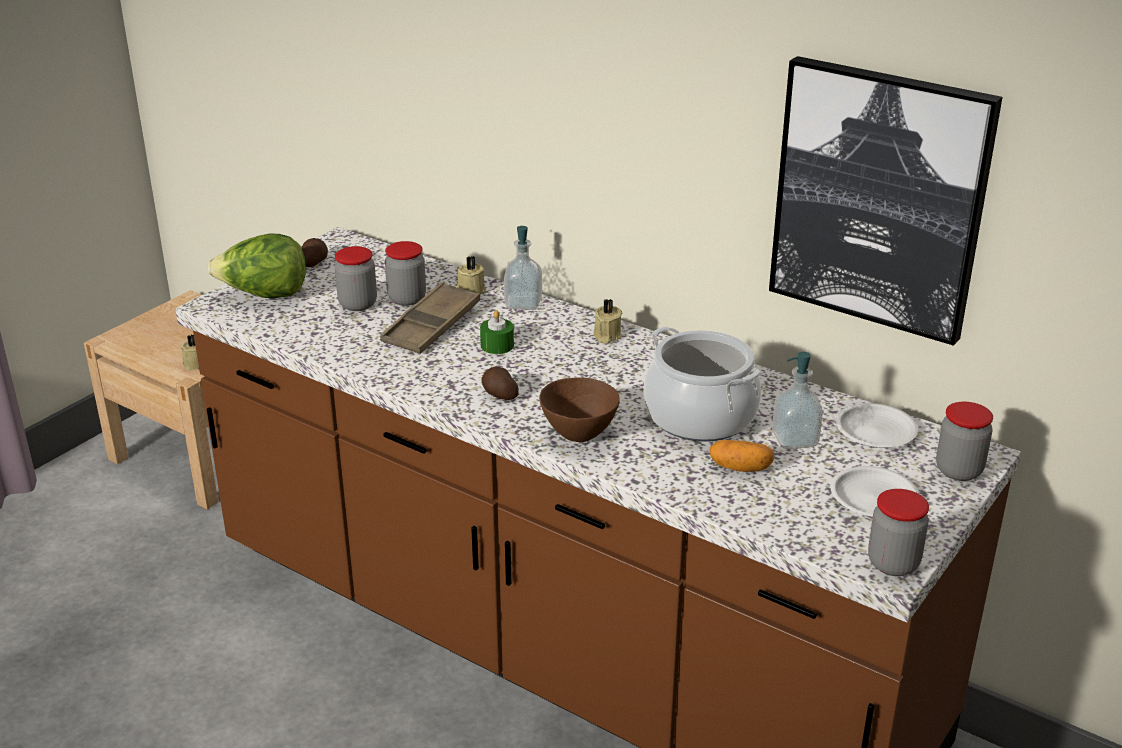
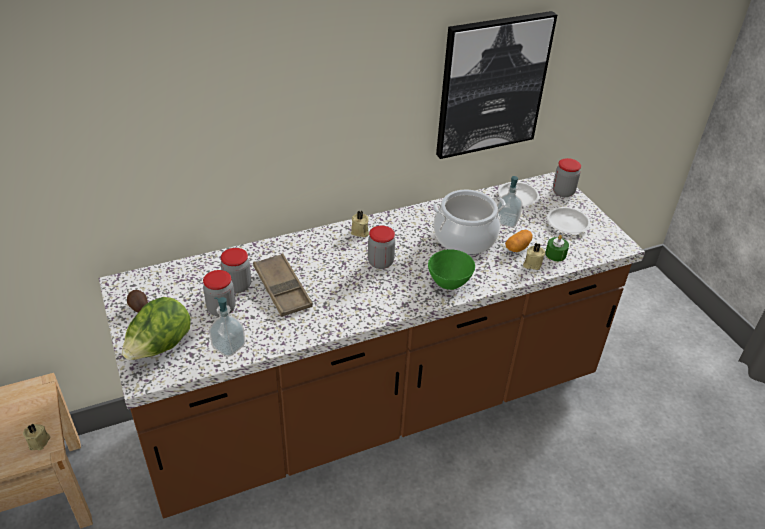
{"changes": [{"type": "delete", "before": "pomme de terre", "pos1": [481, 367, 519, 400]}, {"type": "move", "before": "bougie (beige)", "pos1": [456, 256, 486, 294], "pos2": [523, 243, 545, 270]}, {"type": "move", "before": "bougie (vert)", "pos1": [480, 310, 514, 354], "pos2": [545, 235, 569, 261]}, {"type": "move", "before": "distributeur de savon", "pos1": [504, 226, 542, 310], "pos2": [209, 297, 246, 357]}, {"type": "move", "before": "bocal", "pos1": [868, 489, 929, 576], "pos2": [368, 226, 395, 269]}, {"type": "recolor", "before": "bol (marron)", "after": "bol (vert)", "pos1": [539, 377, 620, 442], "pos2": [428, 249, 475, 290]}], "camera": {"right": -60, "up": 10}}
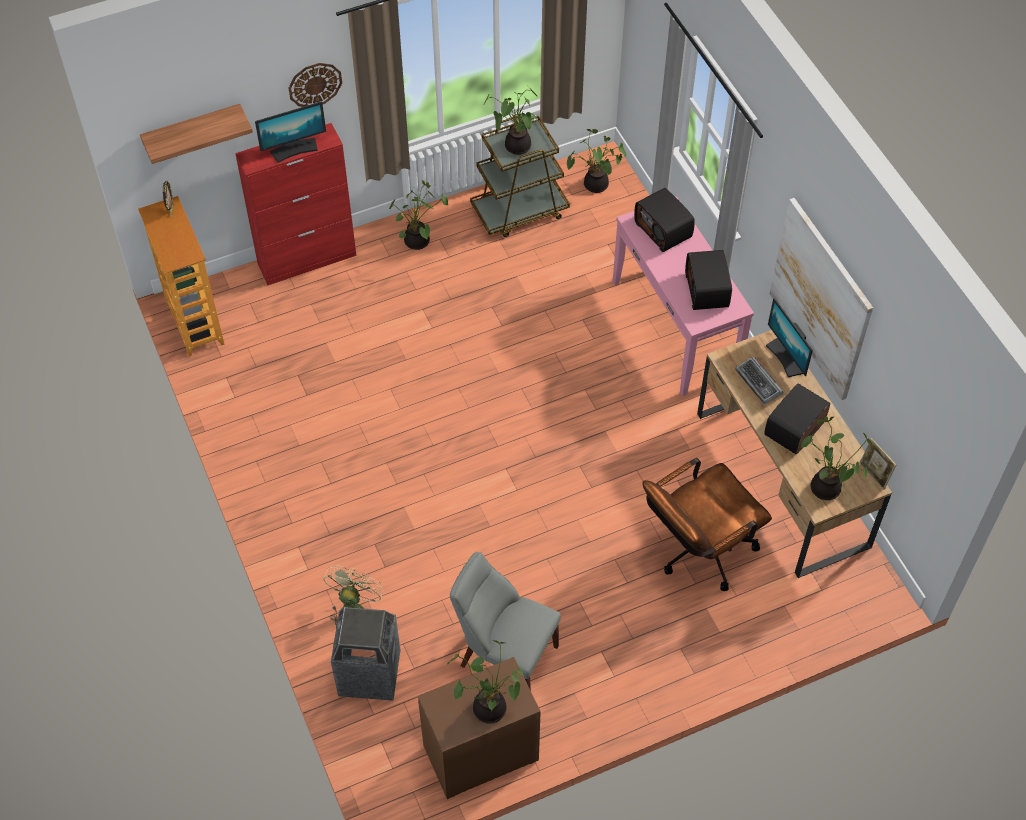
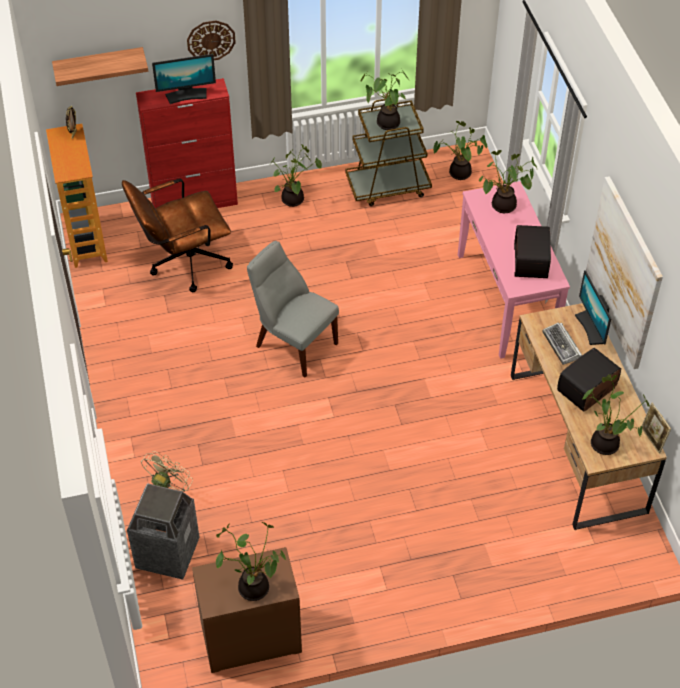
{"changes": [{"type": "move", "before": "chaise (gris)", "pos1": [450, 552, 561, 691], "pos2": [247, 241, 339, 377]}, {"type": "move", "before": "chaise de bureau (marron)", "pos1": [643, 458, 772, 591], "pos2": [122, 178, 233, 292]}, {"type": "replace", "before": "radio", "after": "plante en pot", "pos1": [634, 188, 695, 252], "pos2": [479, 150, 537, 213]}], "camera": {"right": 10, "up": -5}}
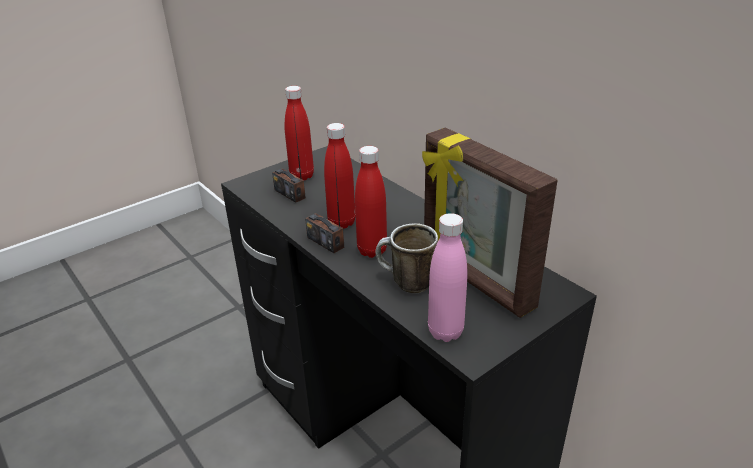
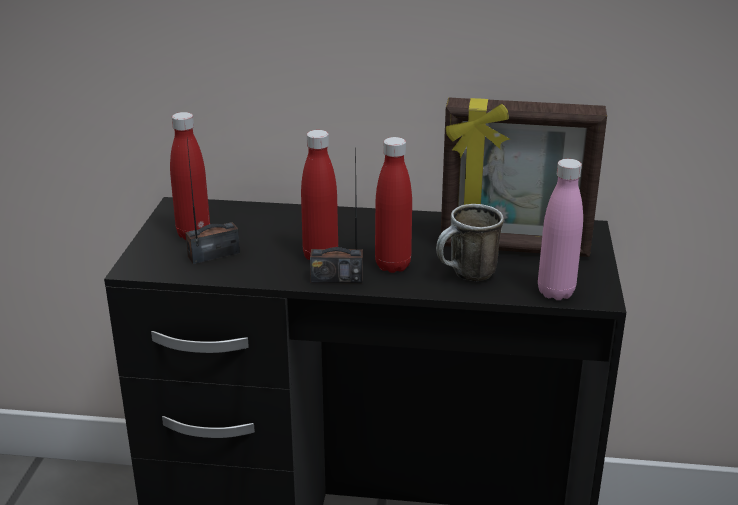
{"changes": [{"type": "rotate", "before": "radio", "pos1": [272, 106, 306, 203], "pos2": [185, 140, 240, 264], "turn": 150}], "camera": {"right": -45, "up": -5}}
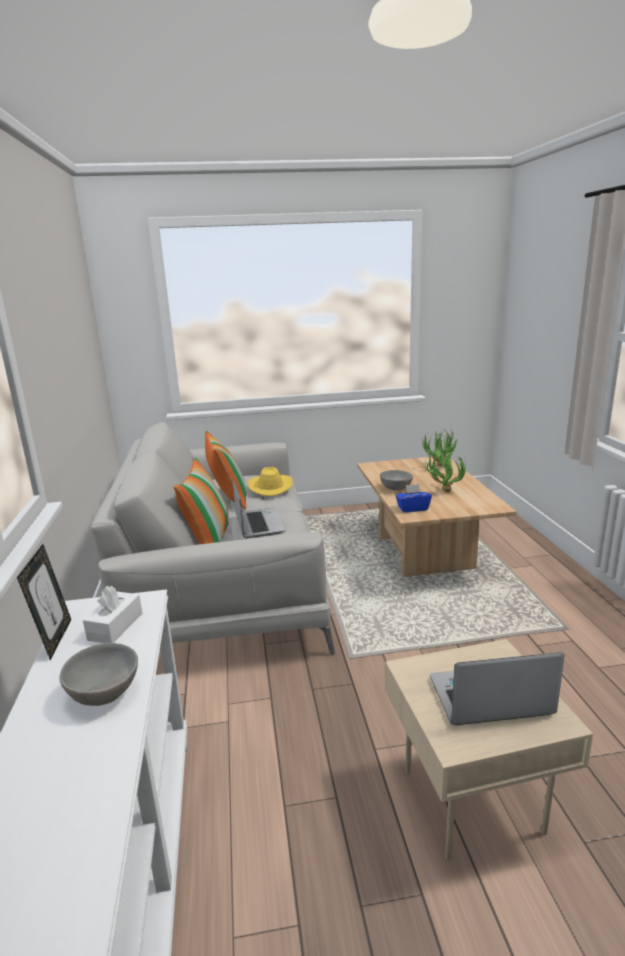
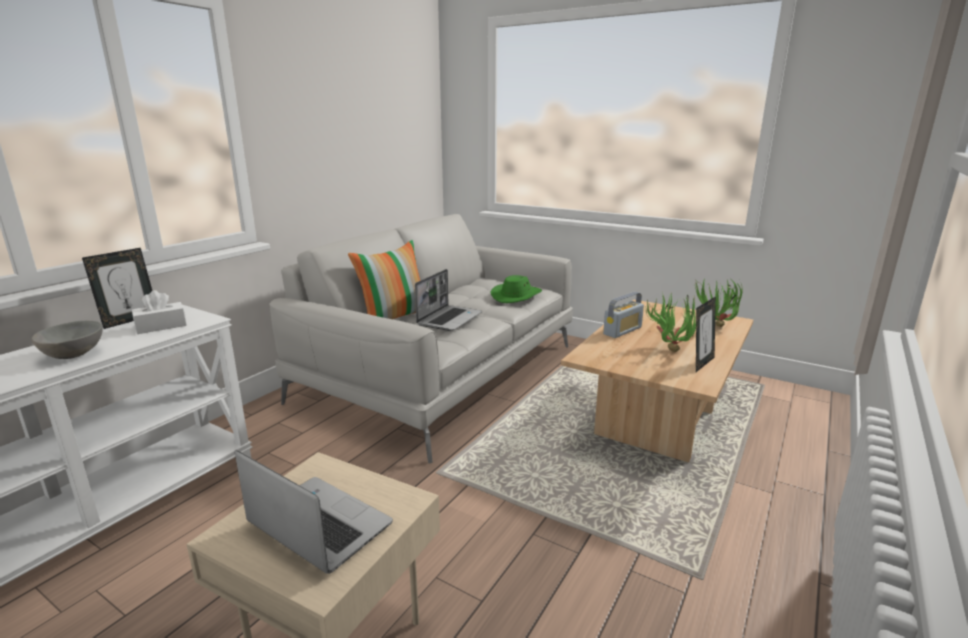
{"changes": [{"type": "delete", "before": "coussin", "pos1": [205, 431, 246, 509]}, {"type": "delete", "before": "boîte à mouchoirs (bleu)", "pos1": [396, 484, 432, 513]}, {"type": "insert", "after": "cadre photo", "pos2": [696, 296, 716, 372]}, {"type": "replace", "before": "bol (gris)", "after": "radio", "pos1": [380, 470, 413, 490], "pos2": [603, 292, 644, 338]}, {"type": "recolor", "before": "chapeau (jaune)", "after": "chapeau (vert)", "pos1": [248, 467, 293, 496], "pos2": [491, 275, 542, 303]}], "camera": {"right": 40, "up": 0}}
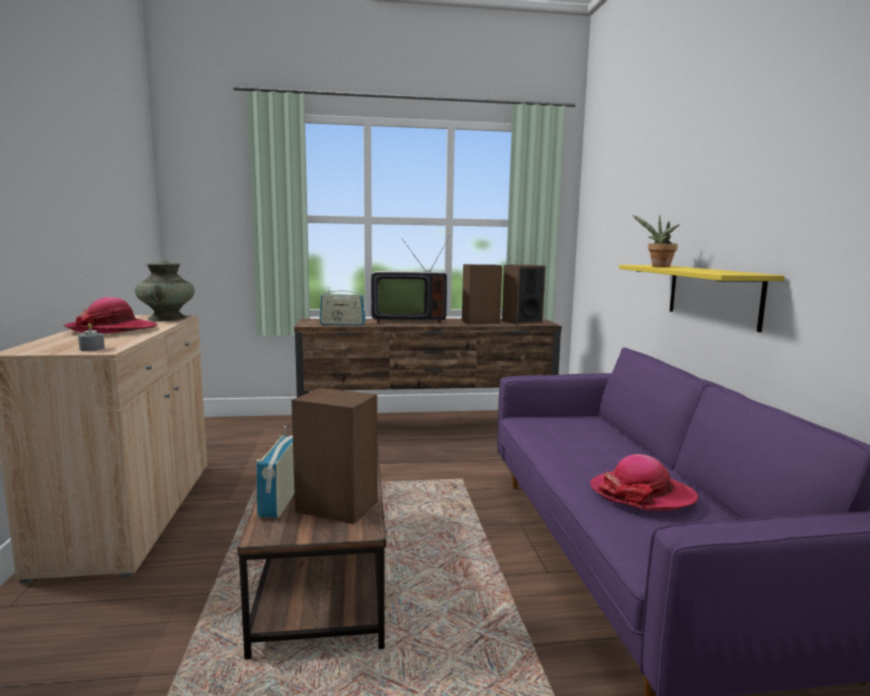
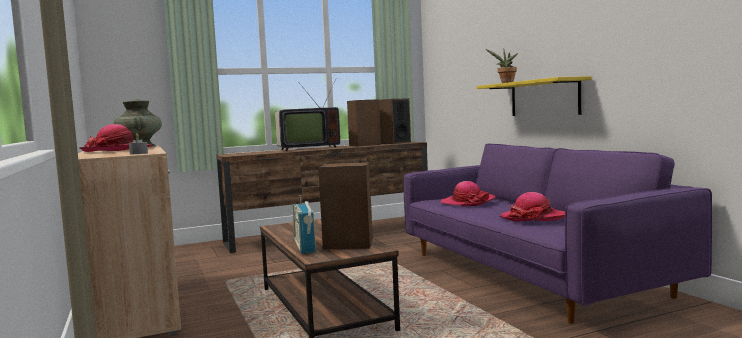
{"changes": [{"type": "delete", "before": "radio", "pos1": [320, 287, 365, 325]}, {"type": "insert", "after": "chapeau", "pos2": [440, 181, 496, 206]}], "camera": {"right": -15, "up": -5}}
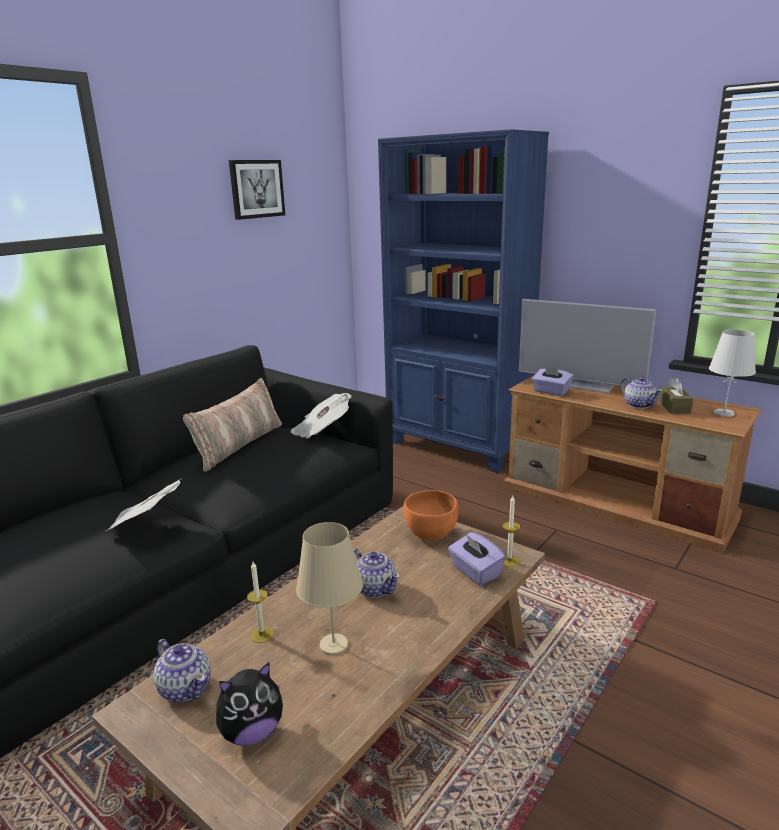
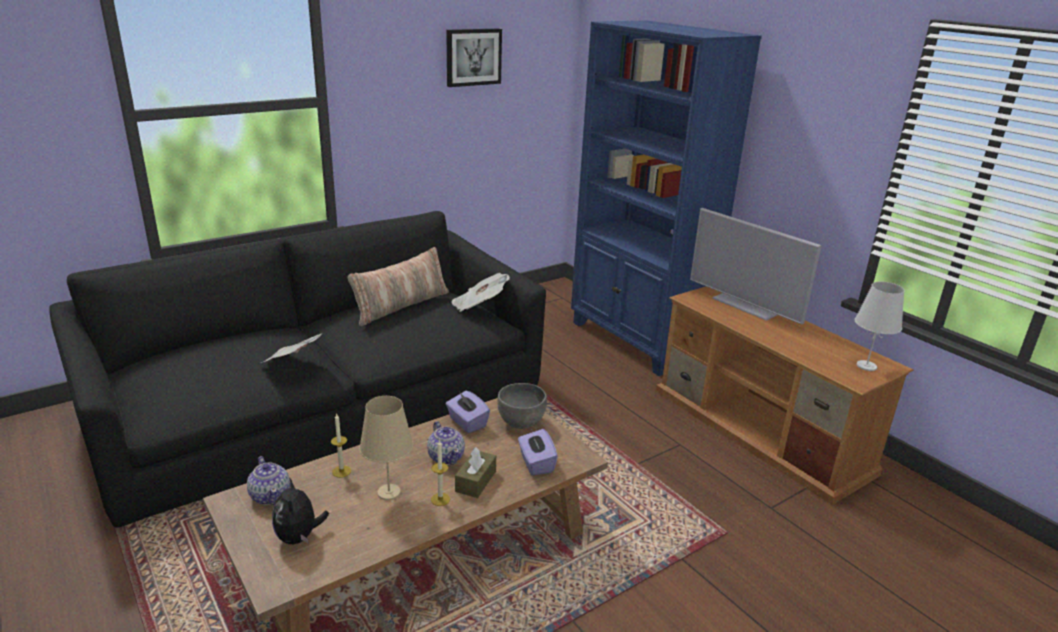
{"changes": [{"type": "delete", "before": "théière", "pos1": [620, 377, 663, 409]}, {"type": "move", "before": "bougie", "pos1": [503, 496, 520, 567], "pos2": [431, 439, 450, 506]}, {"type": "move", "before": "boîte à mouchoirs (violet)", "pos1": [532, 365, 573, 396], "pos2": [446, 391, 490, 433]}, {"type": "move", "before": "boîte à mouchoirs (marron)", "pos1": [658, 377, 693, 414], "pos2": [455, 447, 496, 498]}, {"type": "recolor", "before": "bol (orange)", "after": "bol (gris)", "pos1": [403, 490, 459, 541], "pos2": [497, 383, 547, 429]}, {"type": "rotate", "before": "peluche", "pos1": [216, 662, 283, 746], "pos2": [272, 477, 329, 544], "turn": 90}], "camera": {"right": 15, "up": 5}}
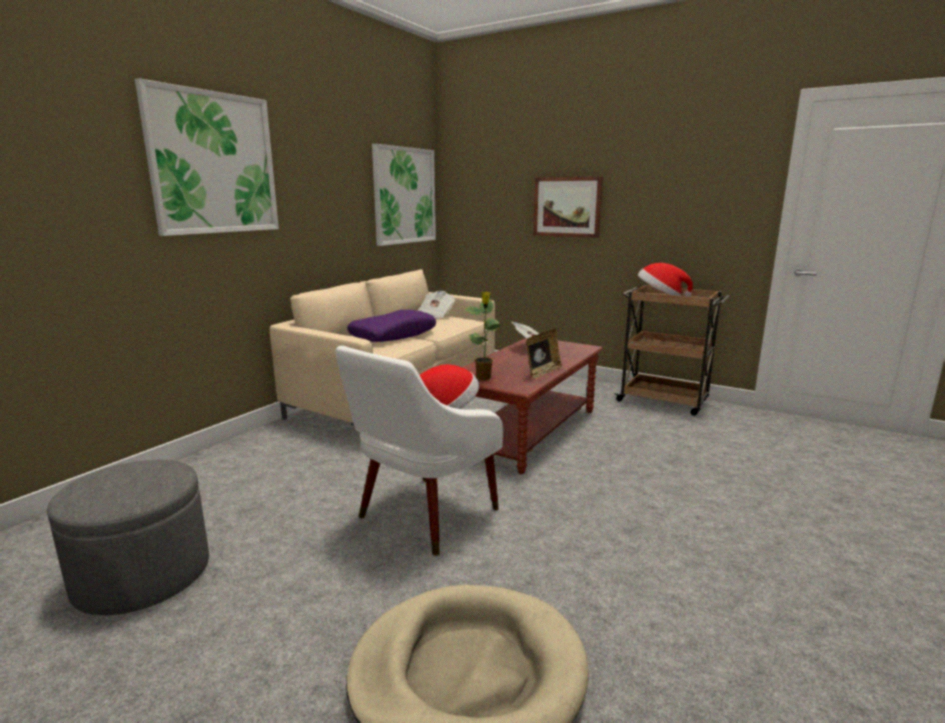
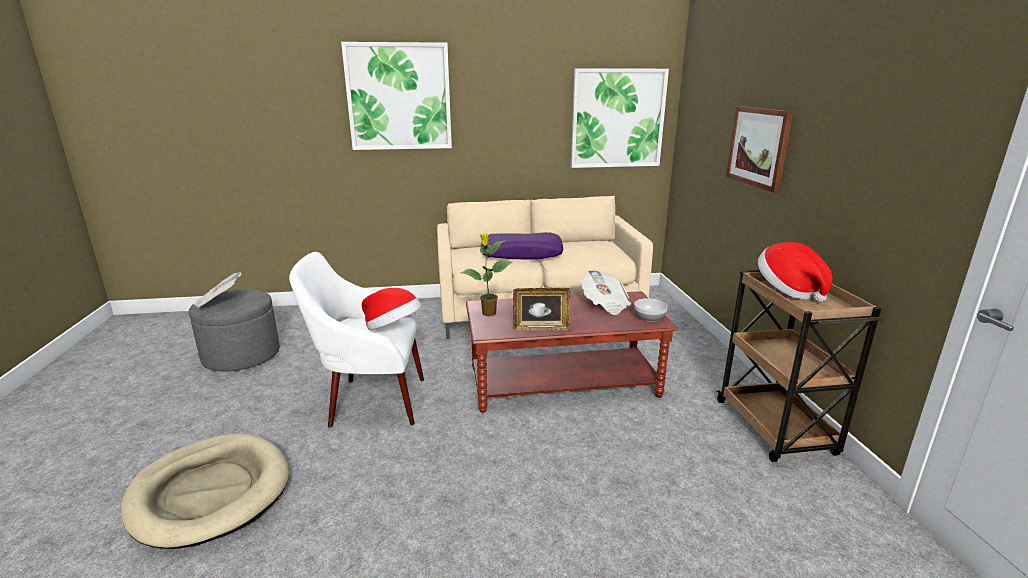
{"changes": [{"type": "insert", "after": "bol", "pos2": [634, 298, 668, 322]}, {"type": "move", "before": "journal", "pos1": [418, 291, 455, 319], "pos2": [193, 272, 241, 308]}], "camera": {"right": 50, "up": 5}}
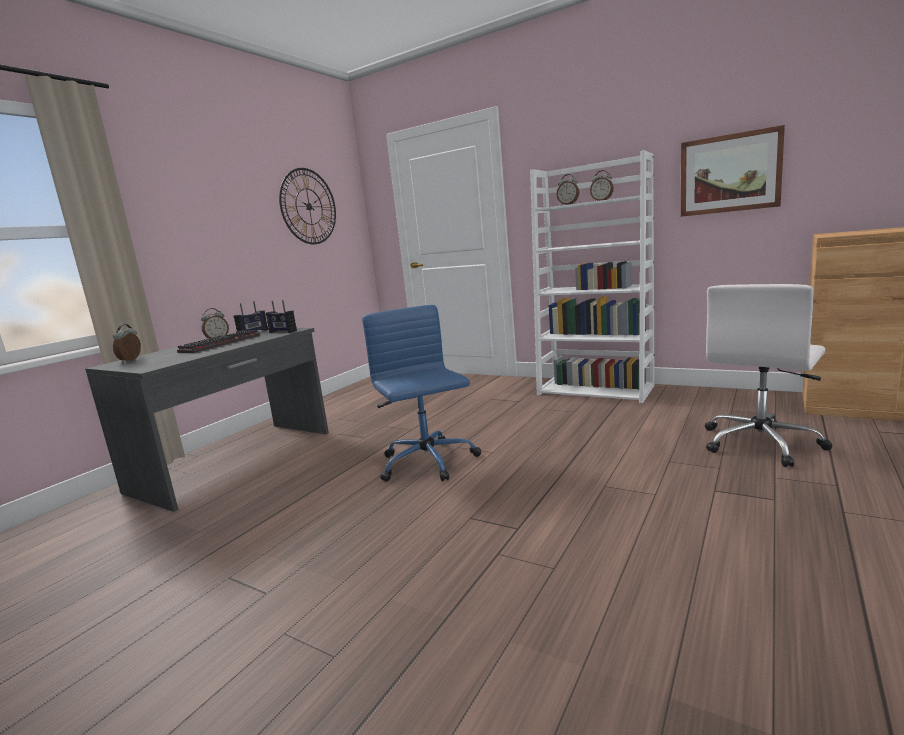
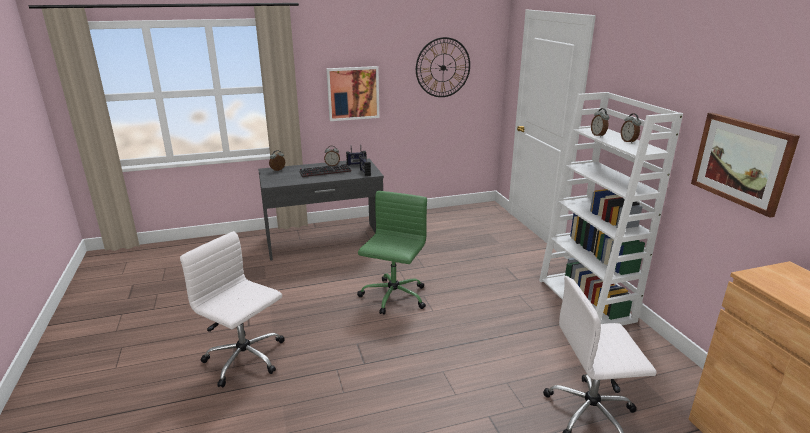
{"changes": [{"type": "insert", "after": "chaise de bureau (blanc)", "pos2": [180, 231, 285, 388]}, {"type": "insert", "after": "tableau", "pos2": [326, 66, 379, 121]}, {"type": "recolor", "before": "chaise de bureau (bleu)", "after": "chaise de bureau (vert)", "pos1": [362, 305, 481, 482], "pos2": [357, 191, 427, 315]}], "camera": {"right": 40, "up": 10}}
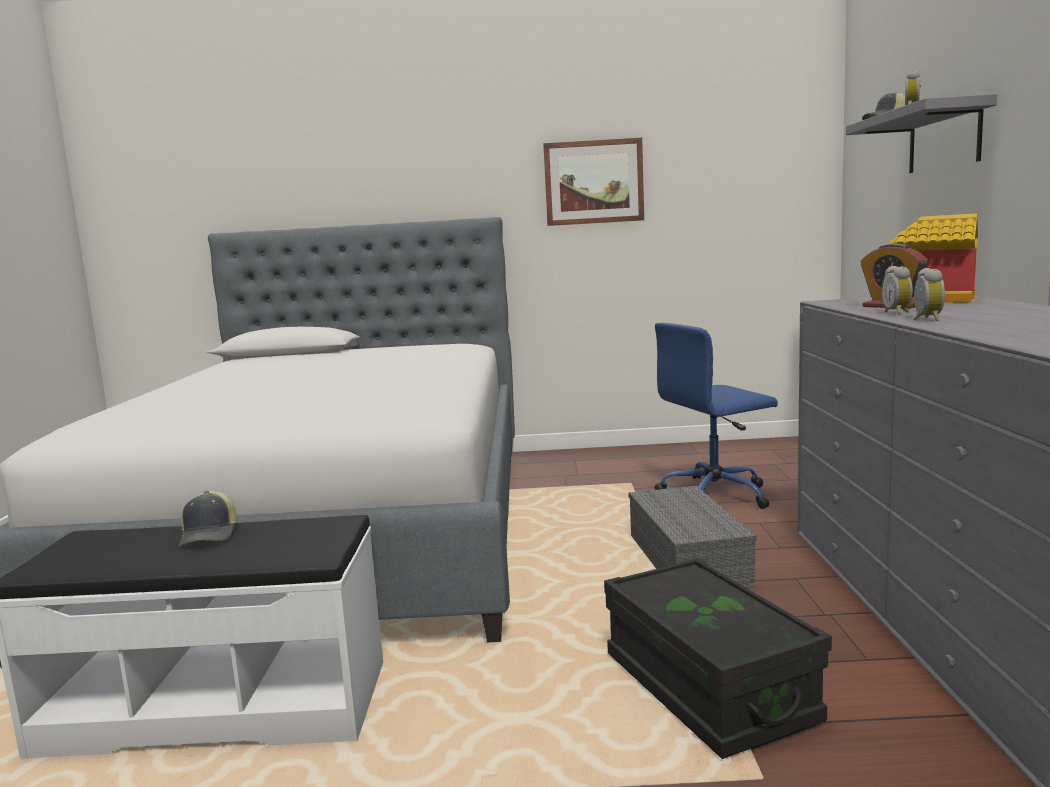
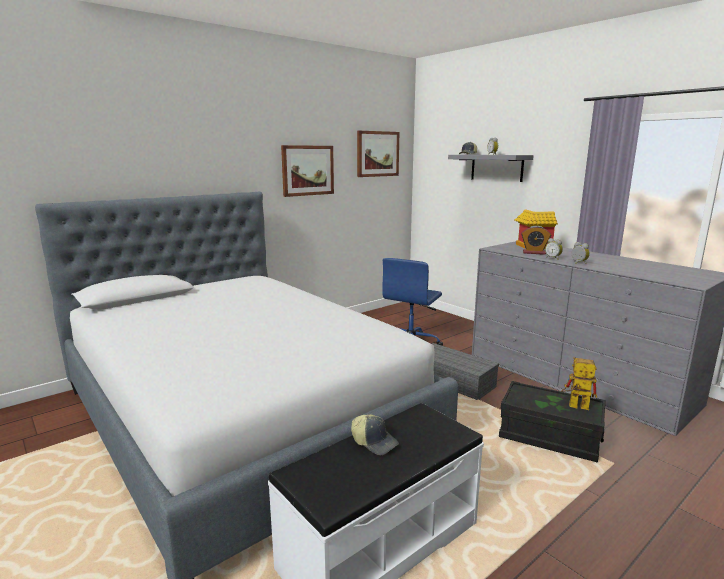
{"changes": [{"type": "insert", "after": "tableau", "pos2": [357, 131, 399, 177]}, {"type": "insert", "after": "robot jouet", "pos2": [561, 357, 597, 410]}], "camera": {"right": -40, "up": 5}}
